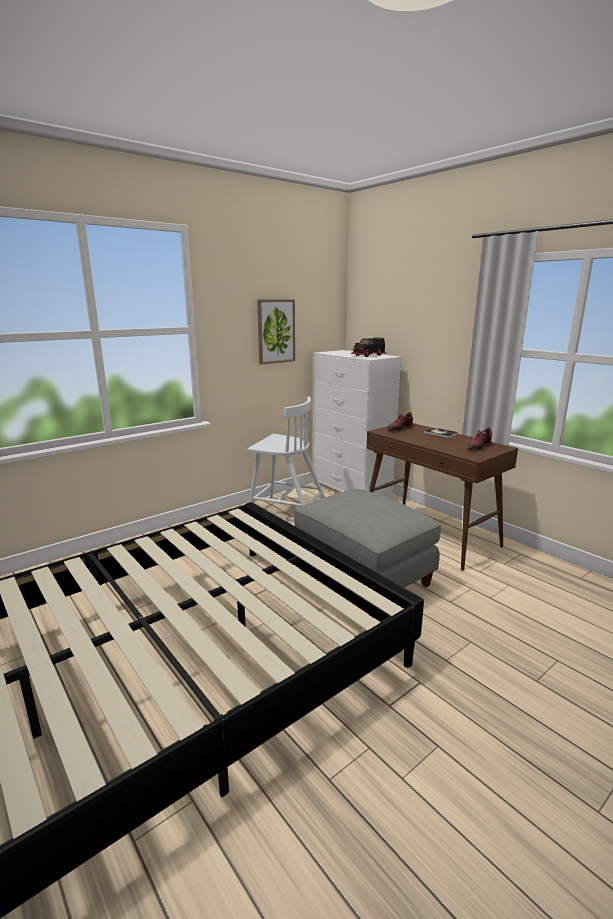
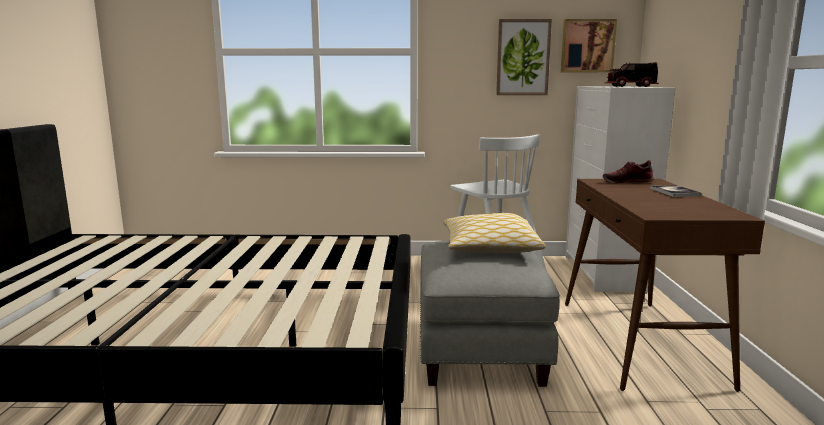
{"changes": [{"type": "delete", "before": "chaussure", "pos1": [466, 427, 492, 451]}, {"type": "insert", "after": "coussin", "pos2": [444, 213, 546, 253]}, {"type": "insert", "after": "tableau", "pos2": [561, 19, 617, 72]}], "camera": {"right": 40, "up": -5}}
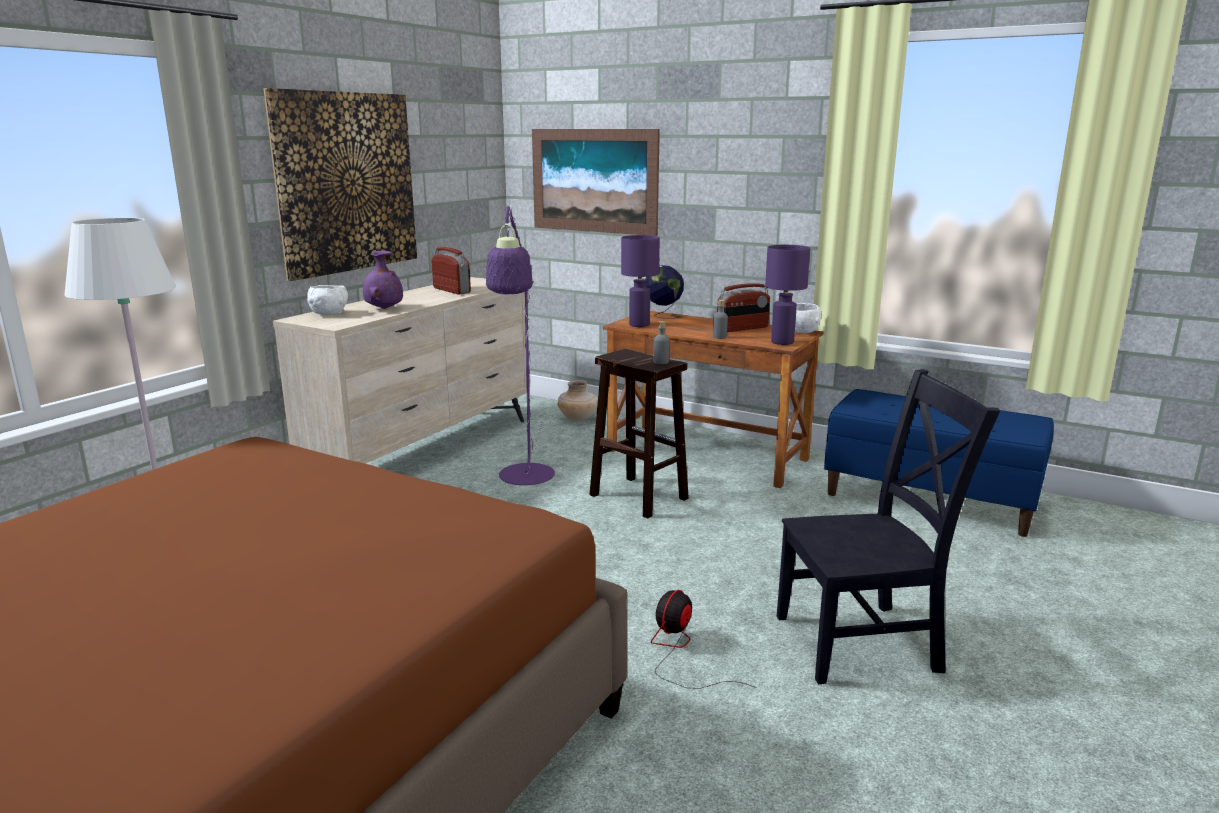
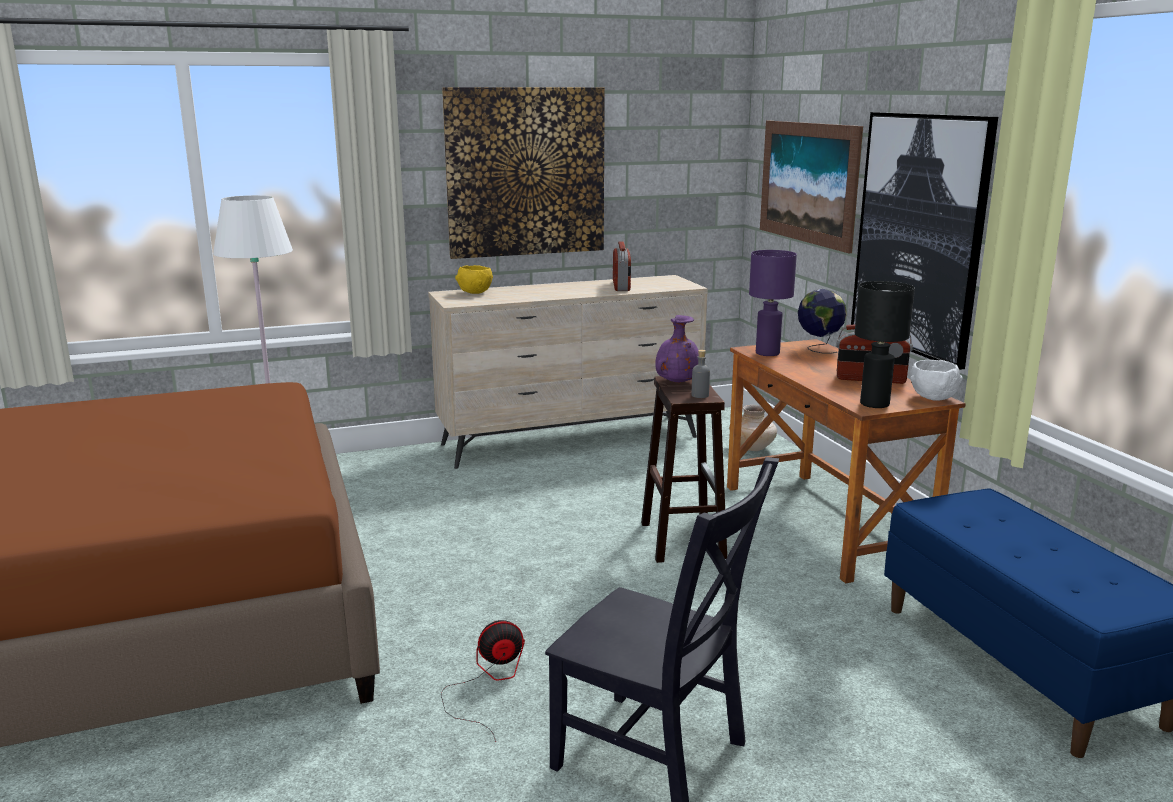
{"changes": [{"type": "delete", "before": "lampadaire (violet)", "pos1": [486, 203, 555, 485]}, {"type": "delete", "before": "bouteille (gris)", "pos1": [713, 300, 728, 339]}, {"type": "insert", "after": "tableau", "pos2": [851, 112, 998, 370]}, {"type": "move", "before": "vase (violet)", "pos1": [363, 251, 403, 309], "pos2": [655, 315, 699, 383]}, {"type": "recolor", "before": "bol (blanc)", "after": "bol (jaune)", "pos1": [307, 285, 348, 315], "pos2": [455, 265, 493, 294]}, {"type": "recolor", "before": "lampe de table (violet)", "after": "lampe de table (noir)", "pos1": [765, 245, 810, 345], "pos2": [855, 281, 915, 408]}], "camera": {"right": 40, "up": 0}}
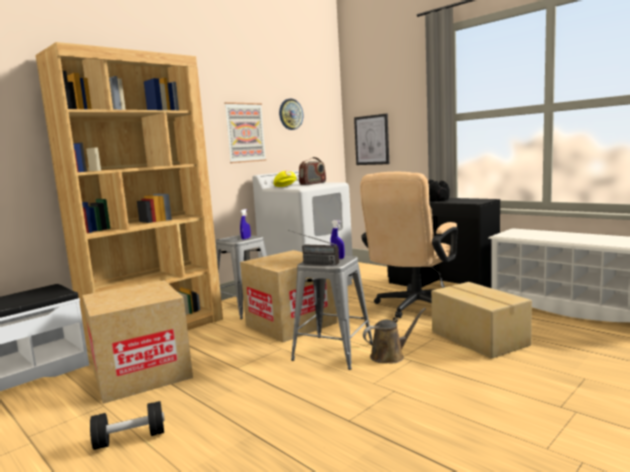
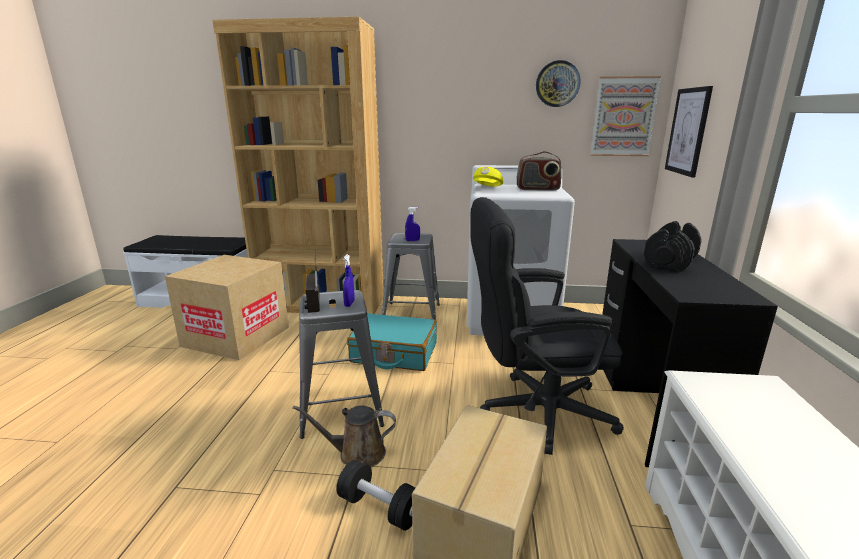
{"changes": [{"type": "move", "before": "haltère (noir)", "pos1": [90, 401, 165, 450], "pos2": [336, 460, 415, 531]}, {"type": "move", "before": "tableau", "pos1": [224, 102, 267, 163], "pos2": [590, 76, 661, 156]}, {"type": "replace", "before": "carton", "after": "valise (turquoise)", "pos1": [240, 250, 337, 342], "pos2": [347, 313, 437, 371]}, {"type": "recolor", "before": "chaise de bureau (beige)", "after": "chaise de bureau (noir)", "pos1": [360, 172, 458, 318], "pos2": [470, 197, 624, 455]}, {"type": "rotate", "before": "arrosoir (marron)", "pos1": [363, 308, 426, 364], "pos2": [293, 405, 396, 467], "turn": 150}], "camera": {"right": 50, "up": 10}}
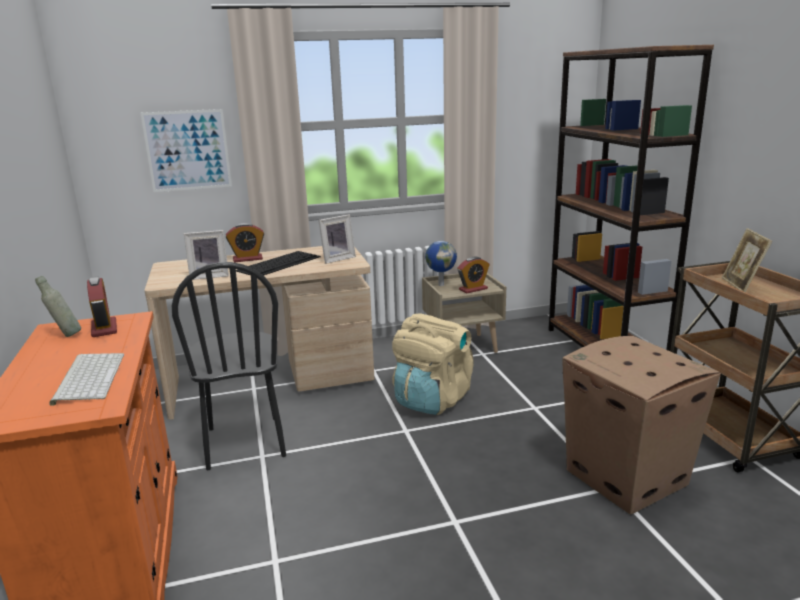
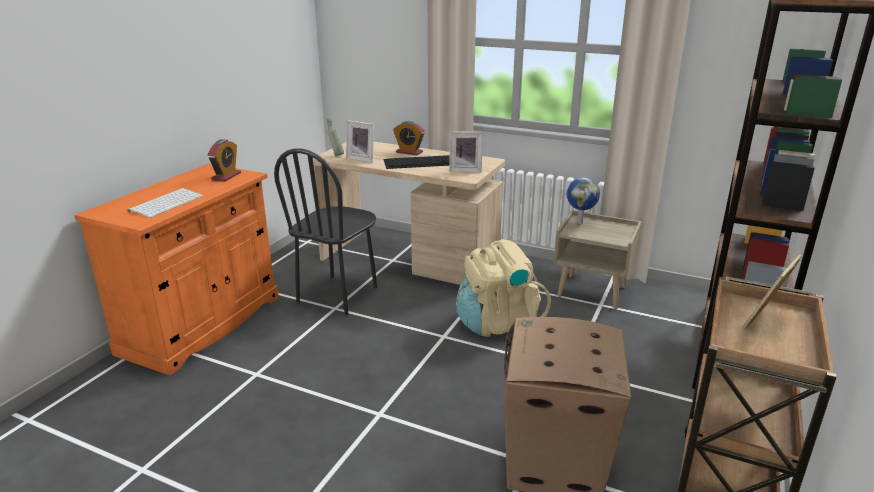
{"changes": [{"type": "delete", "before": "tableau", "pos1": [140, 109, 232, 192]}, {"type": "delete", "before": "réveil", "pos1": [457, 257, 490, 293]}, {"type": "move", "before": "bouteille (gris)", "pos1": [35, 276, 81, 337], "pos2": [327, 118, 344, 156]}], "camera": {"right": 40, "up": 5}}
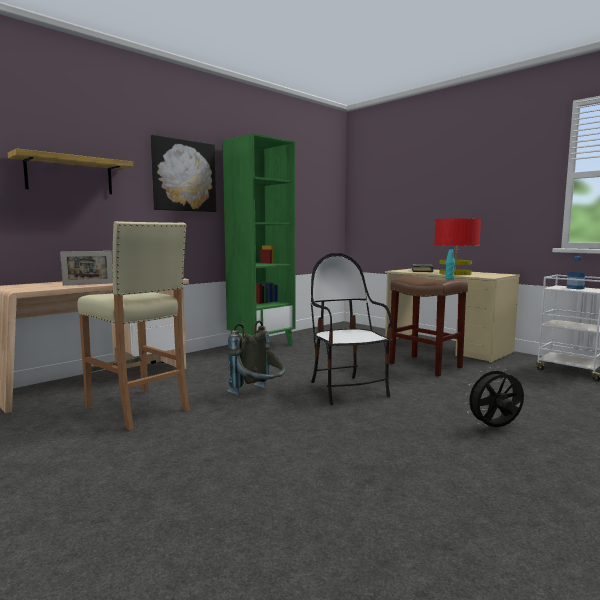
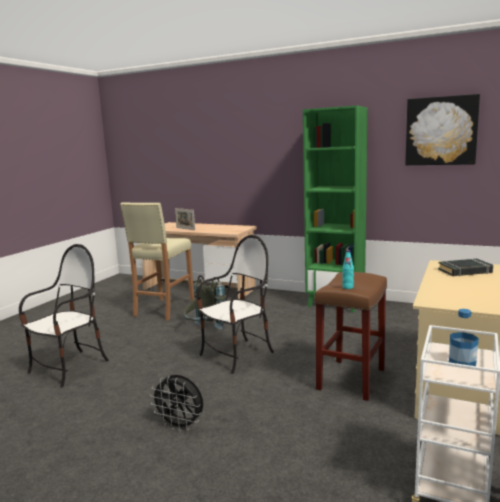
{"changes": [{"type": "delete", "before": "étagère", "pos1": [8, 148, 133, 194]}, {"type": "delete", "before": "lampe de table (rouge)", "pos1": [434, 218, 481, 275]}, {"type": "insert", "after": "chaise", "pos2": [19, 244, 109, 388]}, {"type": "move", "before": "tableau", "pos1": [151, 135, 216, 212], "pos2": [405, 94, 480, 165]}, {"type": "rotate", "before": "ventilateur (noir)", "pos1": [465, 367, 524, 427], "pos2": [150, 375, 203, 431], "turn": 150}], "camera": {"right": 70, "up": 5}}
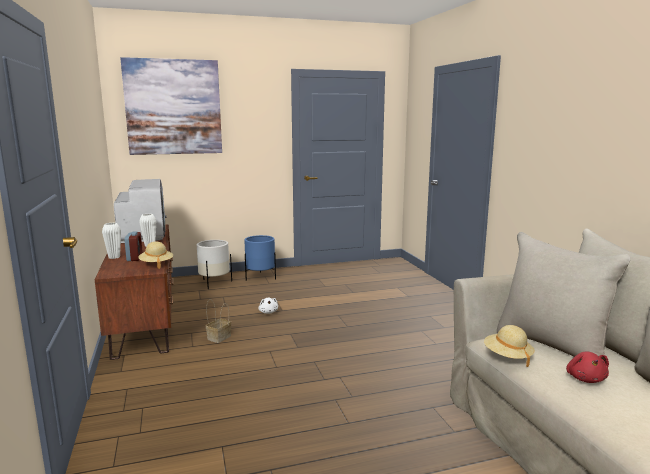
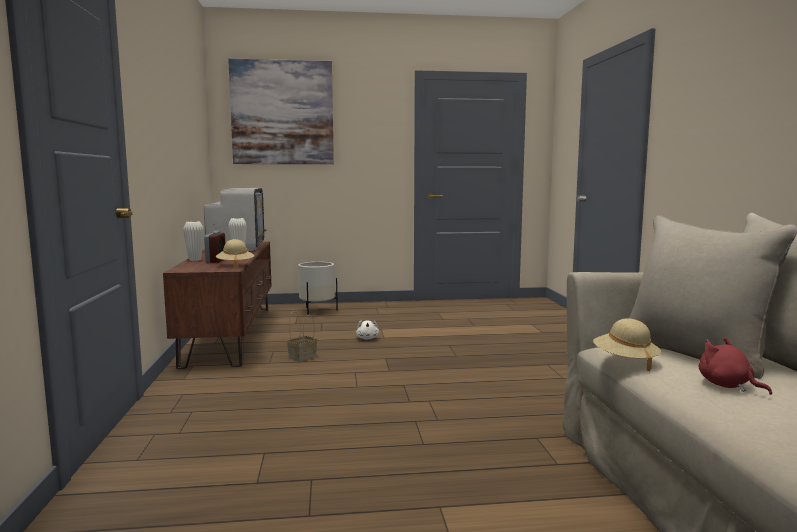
{"changes": [{"type": "delete", "before": "cache-pot (bleu)", "pos1": [244, 235, 276, 281]}, {"type": "rotate", "before": "peluche (rouge)", "pos1": [566, 351, 609, 383], "pos2": [699, 338, 772, 395], "turn": 135}], "camera": {"right": 10, "up": -5}}
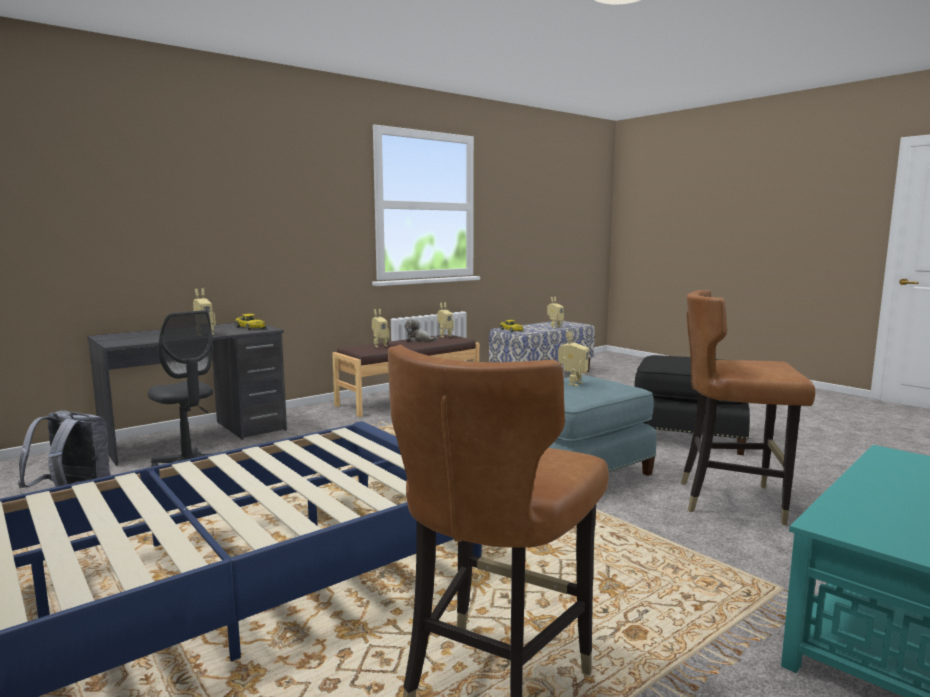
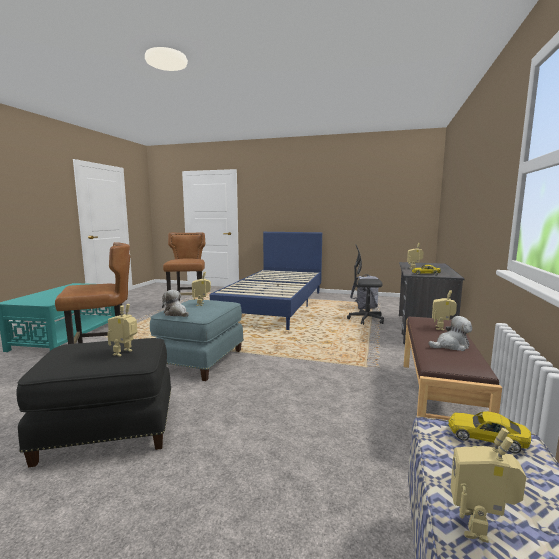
{"changes": [{"type": "insert", "after": "peluche", "pos2": [162, 290, 189, 317]}, {"type": "move", "before": "robot jouet", "pos1": [437, 302, 454, 338], "pos2": [107, 304, 138, 356]}], "camera": {"right": 145, "up": 0}}
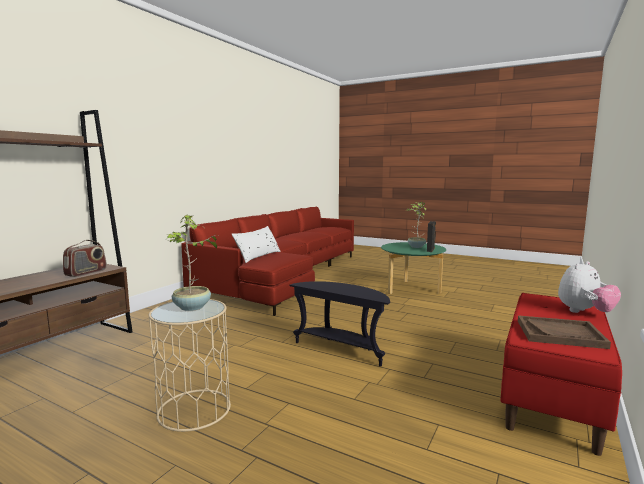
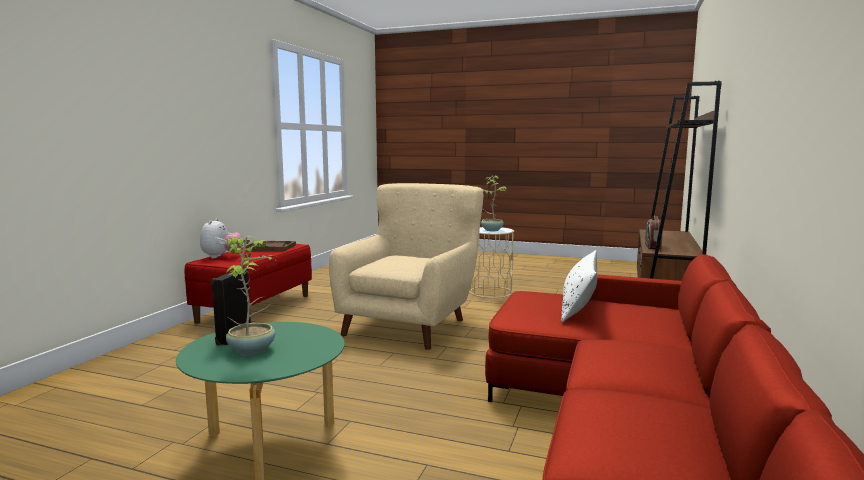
{"changes": [{"type": "replace", "before": "table d'appoint (noir)", "after": "fauteuil (beige)", "pos1": [290, 281, 390, 367], "pos2": [329, 183, 483, 350]}, {"type": "rotate", "before": "peluche", "pos1": [558, 261, 621, 313], "pos2": [200, 218, 242, 258], "turn": 135}], "camera": {"right": 170, "up": 0}}
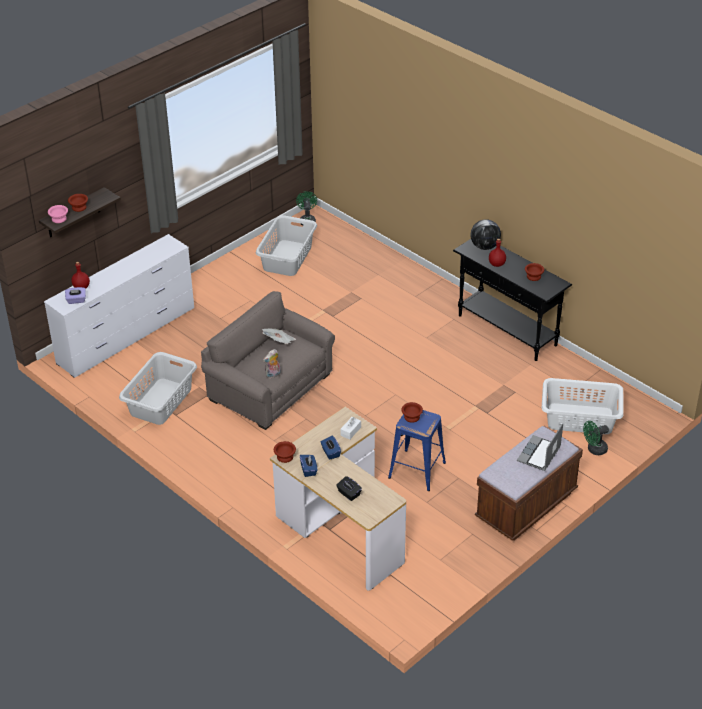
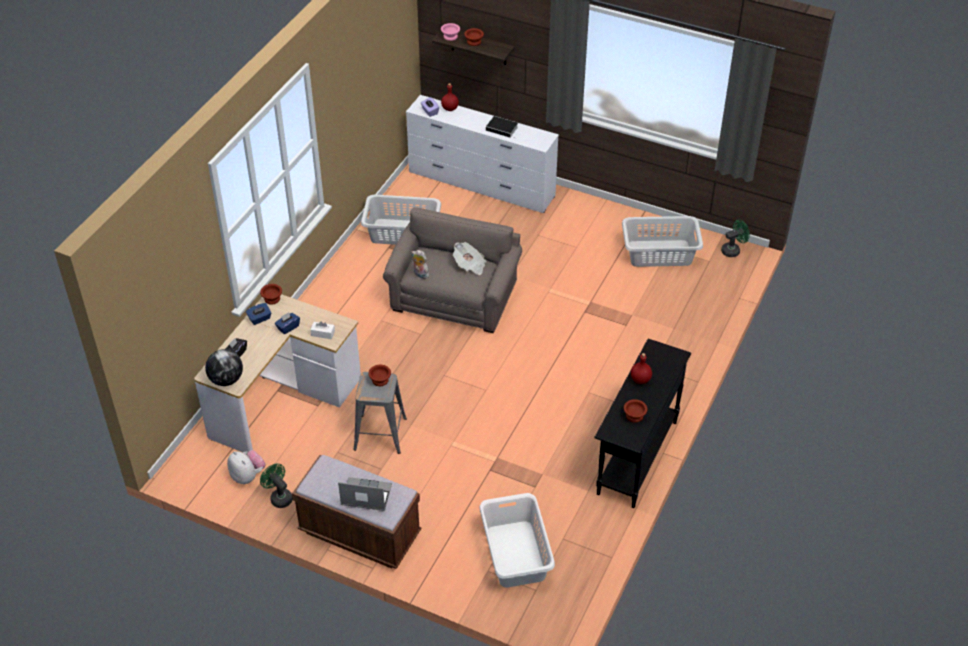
{"changes": [{"type": "insert", "after": "peluche", "pos2": [227, 450, 265, 484]}, {"type": "insert", "after": "livre", "pos2": [486, 116, 518, 137]}, {"type": "move", "before": "globe", "pos1": [470, 219, 501, 250], "pos2": [205, 349, 243, 386]}, {"type": "move", "before": "ventilateur (vert)", "pos1": [583, 421, 609, 455], "pos2": [260, 464, 293, 508]}, {"type": "recolor", "before": "tabouret (bleu)", "after": "tabouret (gris)", "pos1": [388, 410, 446, 491], "pos2": [353, 372, 407, 454]}], "camera": {"right": 70, "up": 5}}
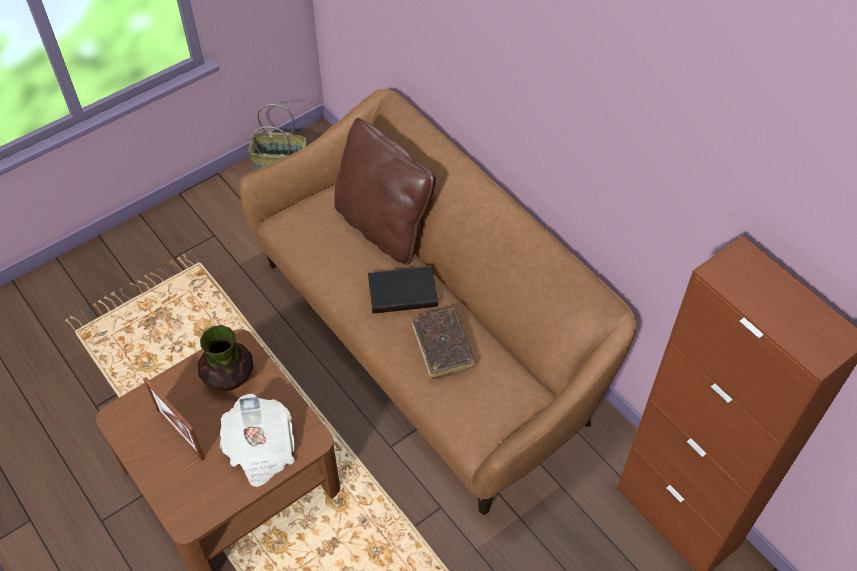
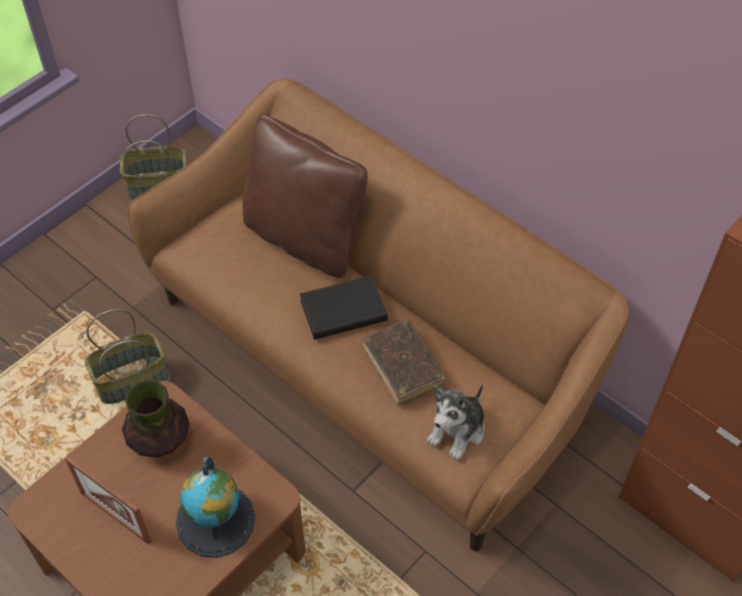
{"changes": [{"type": "insert", "after": "panier", "pos2": [85, 309, 169, 404]}, {"type": "insert", "after": "peluche", "pos2": [427, 384, 485, 460]}, {"type": "replace", "before": "journal", "after": "globe", "pos1": [219, 393, 295, 487], "pos2": [176, 456, 255, 558]}], "camera": {"right": -10, "up": 0}}
